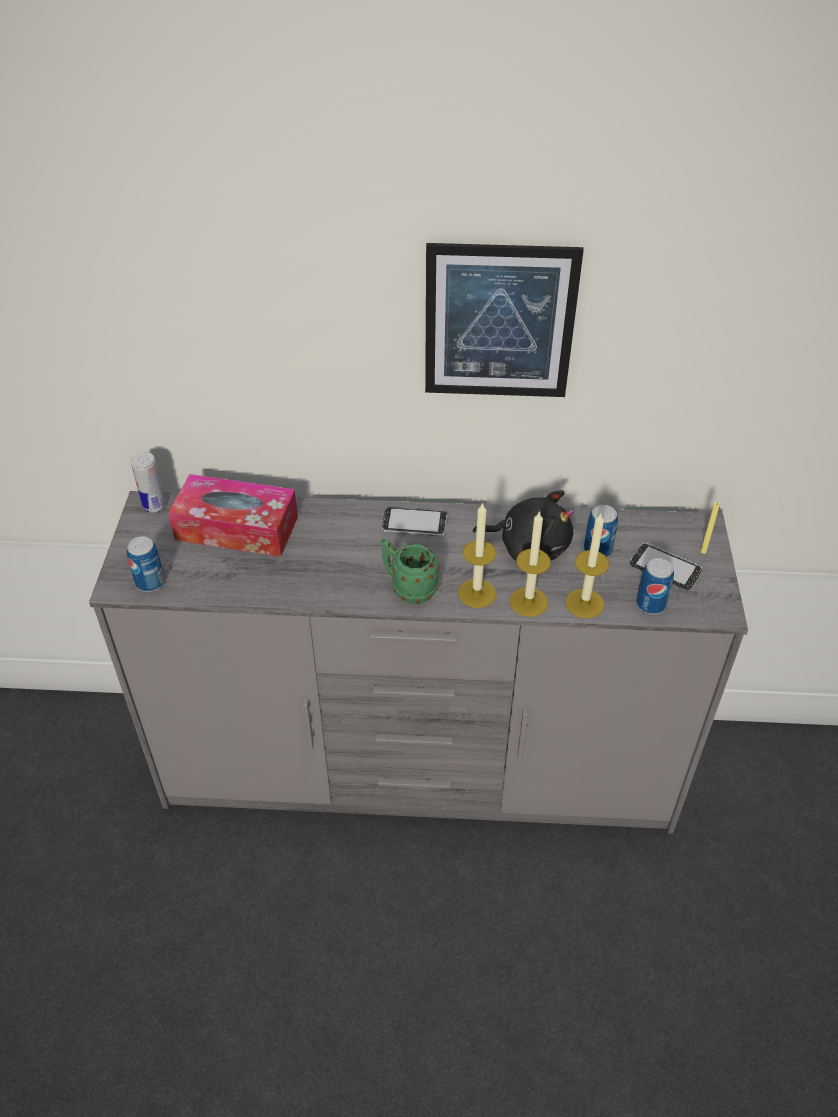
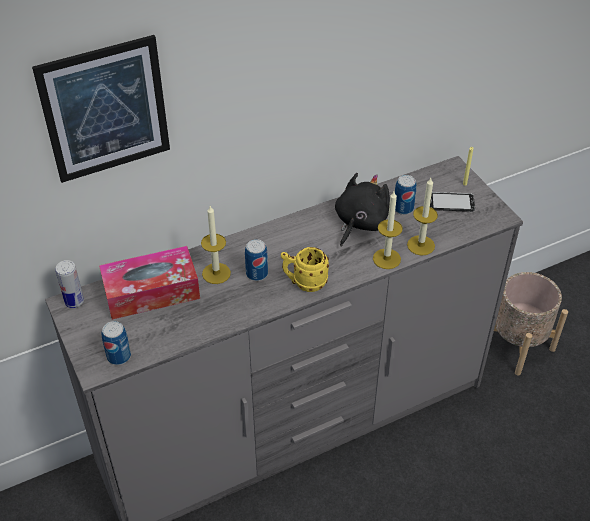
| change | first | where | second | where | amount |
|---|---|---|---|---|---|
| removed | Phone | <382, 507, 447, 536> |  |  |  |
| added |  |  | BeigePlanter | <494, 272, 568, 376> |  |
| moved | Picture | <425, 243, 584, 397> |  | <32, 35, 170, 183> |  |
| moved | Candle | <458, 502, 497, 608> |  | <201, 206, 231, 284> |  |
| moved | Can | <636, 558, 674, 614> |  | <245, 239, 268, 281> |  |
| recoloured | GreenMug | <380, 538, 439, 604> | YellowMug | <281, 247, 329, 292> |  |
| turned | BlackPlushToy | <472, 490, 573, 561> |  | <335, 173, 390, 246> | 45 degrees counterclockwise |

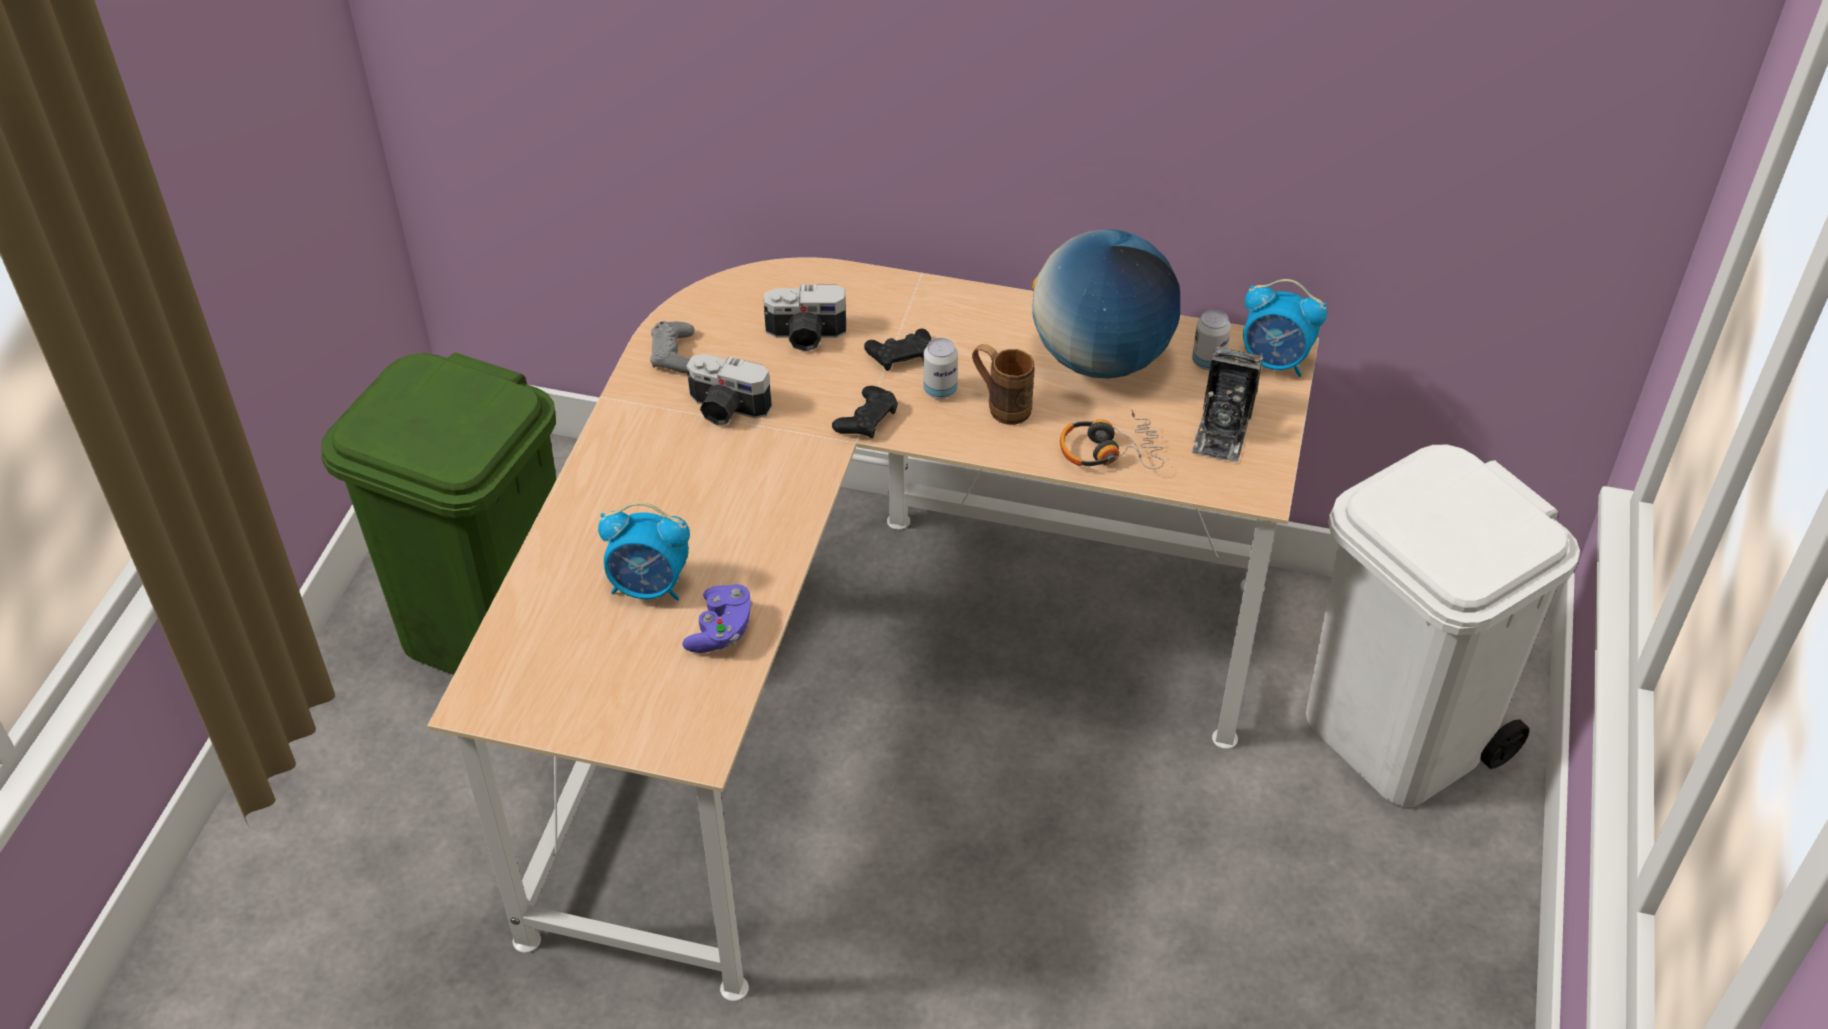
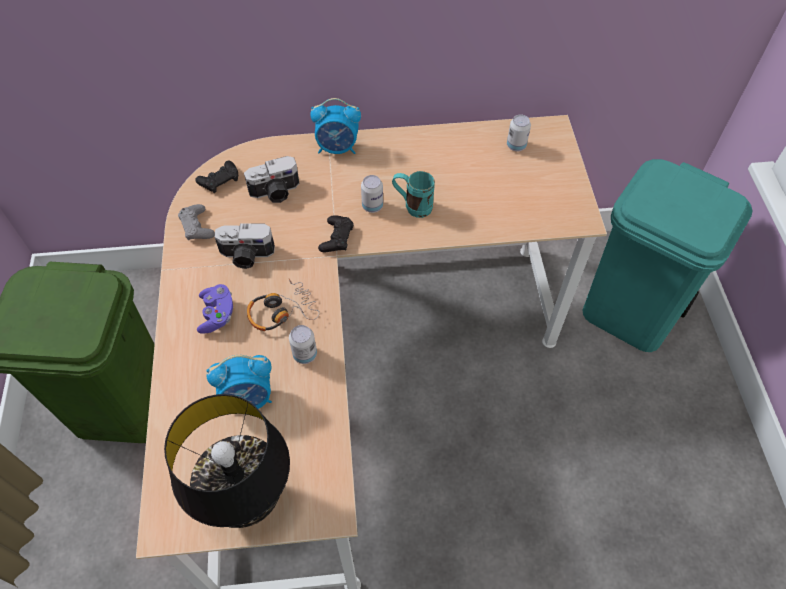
| change | first | where | second | where | amount |
|---|---|---|---|---|---|
| removed | Globe | <1032, 229, 1180, 379> |  |  |  |
| removed | PhotoCamera | <1191, 347, 1263, 462> |  |  |  |
| added |  |  | BlackTableLamp | <164, 394, 290, 528> |  |
| added |  |  | Can | <289, 325, 317, 364> |  |
| moved | PurpleGameController | <682, 584, 753, 653> |  | <197, 284, 233, 334> |  |
| moved | BlackGameController | <864, 329, 931, 371> |  | <195, 161, 238, 193> |  |
| moved | Headphones | <1060, 410, 1164, 469> |  | <247, 278, 320, 331> |  |
| moved | AlarmClock | <1243, 279, 1327, 377> |  | <310, 98, 361, 154> |  |
| recoloured | BrownMug | <972, 344, 1035, 425> | TurquoiseMug | <392, 171, 435, 218> |  |
| recoloured | WhiteTrashCan | <1306, 445, 1580, 806> | TurquoiseTrashCan | <583, 159, 753, 352> |  |

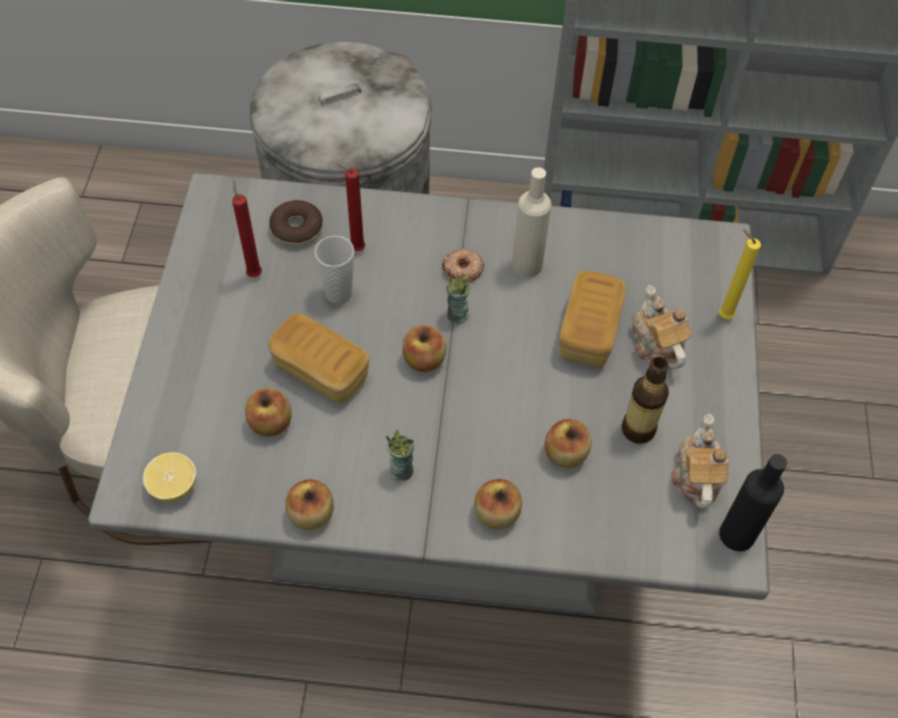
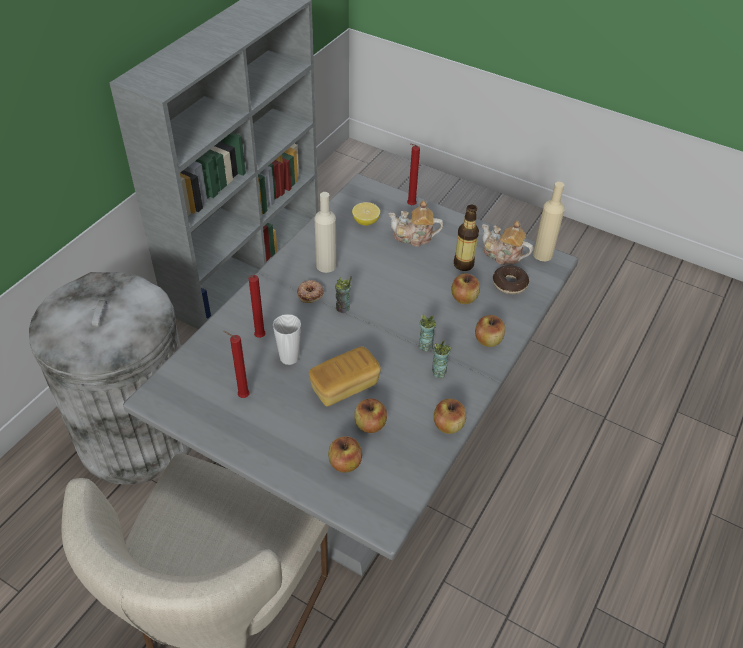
| change | first | where | second | where | amount |
|---|---|---|---|---|---|
| removed | Bread | <560, 271, 626, 367> |  |  |  |
| added |  |  | Cup | <419, 314, 436, 352> |  |
| moved | Lemon | <143, 452, 196, 502> |  | <352, 202, 380, 226> |  |
| moved | Donut | <269, 200, 323, 246> |  | <493, 265, 529, 294> |  |
| moved | Apple | <402, 325, 446, 372> |  | <328, 436, 362, 473> |  |
| recoloured | YellowCandle | <719, 229, 761, 319> | RedCandle | <407, 144, 420, 206> |  |
| recoloured | BlackBottle | <719, 454, 787, 551> | BeigeBottle | <533, 182, 565, 261> |  |

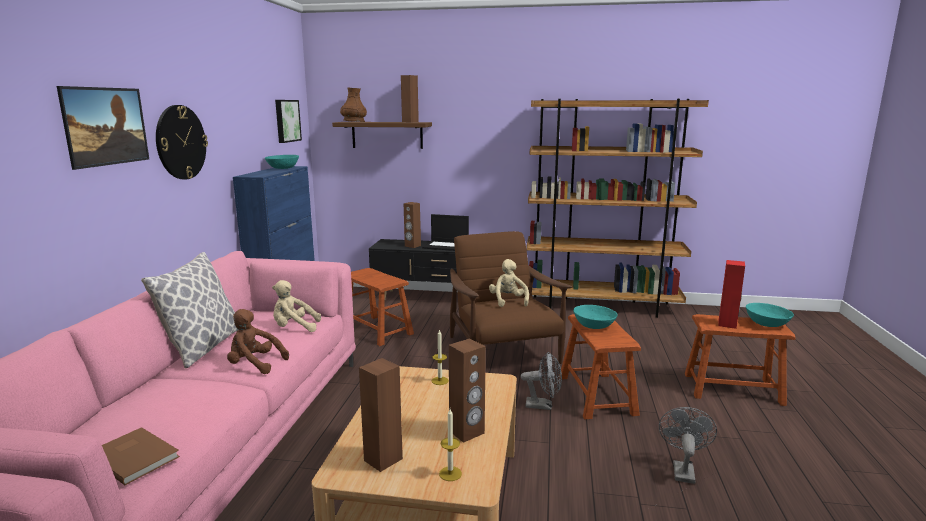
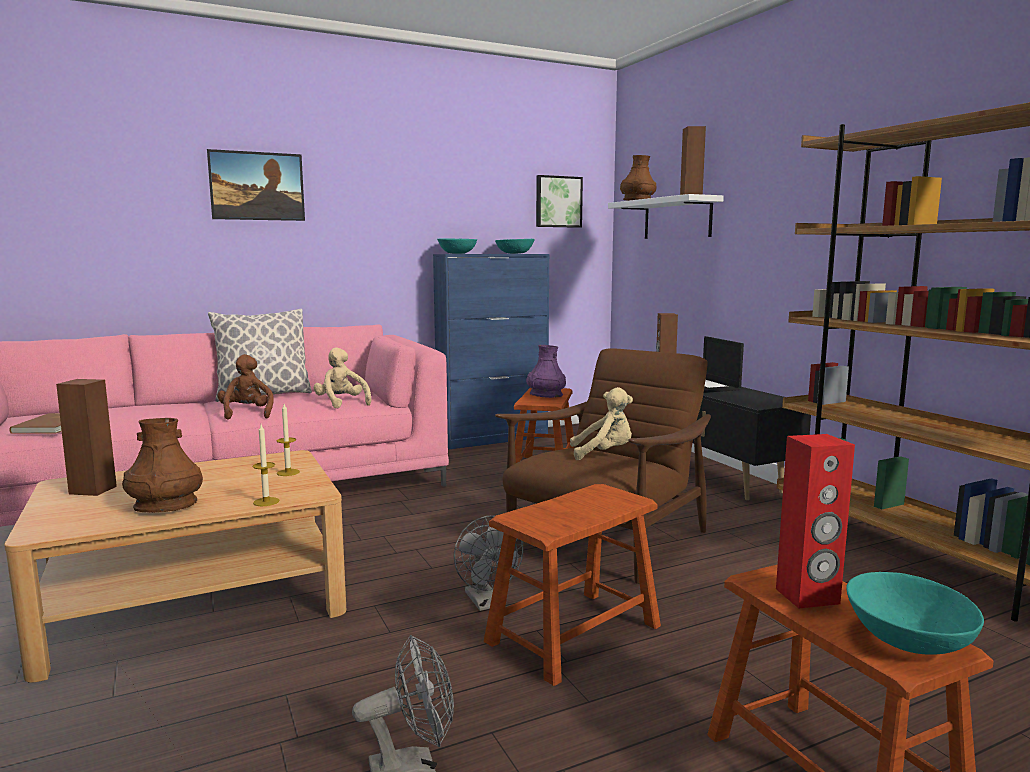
| change | first | where | second | where | amount |
|---|---|---|---|---|---|
| removed | WallClock | <156, 105, 208, 180> |  |  |  |
| added |  |  | PurpleVase | <526, 345, 566, 398> |  |
| moved | Candle | <439, 409, 462, 481> |  | <253, 425, 280, 506> |  |
| moved | TurquoiseBowl | <573, 305, 617, 329> |  | <437, 238, 477, 254> |  |
| replaced | BrownSpeaker | <449, 338, 486, 443> | BrownVase | <122, 418, 203, 513> |  |
| recoloured | BrownShelf | <332, 122, 432, 149> | WhiteShelf | <608, 194, 724, 239> |  |
| turned | BeigePlushToy | <489, 259, 529, 307> |  | <570, 387, 633, 460> | 45 degrees clockwise |

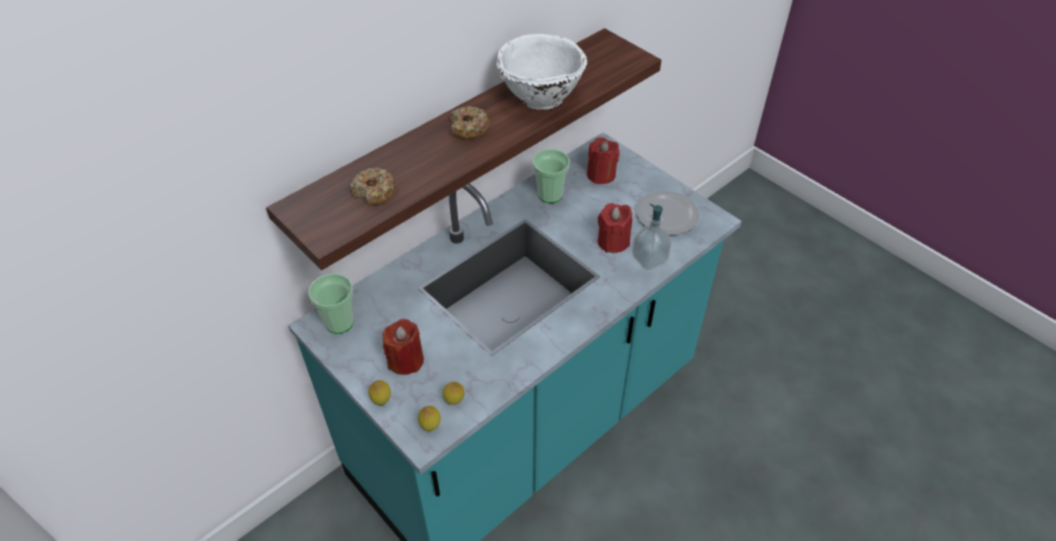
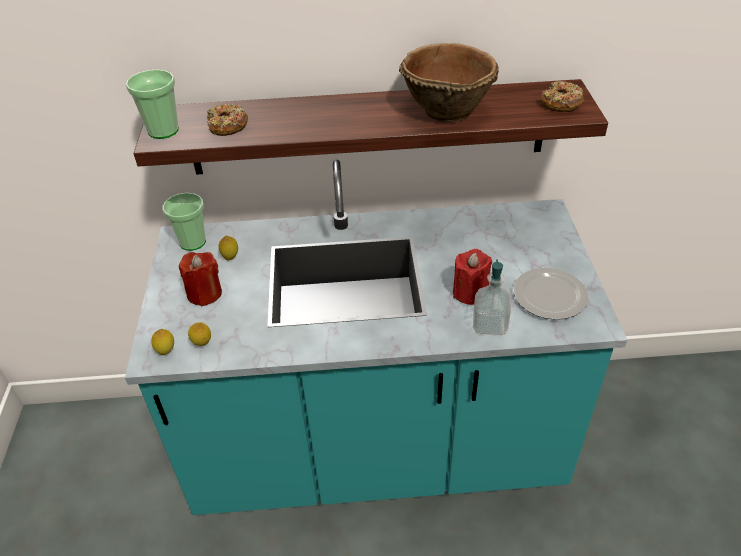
| change | first | where | second | where | amount |
|---|---|---|---|---|---|
| removed | RedCandle | <587, 137, 620, 184> |  |  |  |
| moved | Lemon | <368, 380, 391, 406> |  | <219, 236, 238, 260> |  |
| moved | Donut | <451, 106, 490, 139> |  | <541, 81, 584, 112> |  |
| moved | Cup | <533, 149, 570, 203> |  | <126, 70, 179, 139> |  |
| recoloured | WhiteBowl | <496, 34, 587, 110> | BrownBowl | <399, 43, 499, 122> |  |

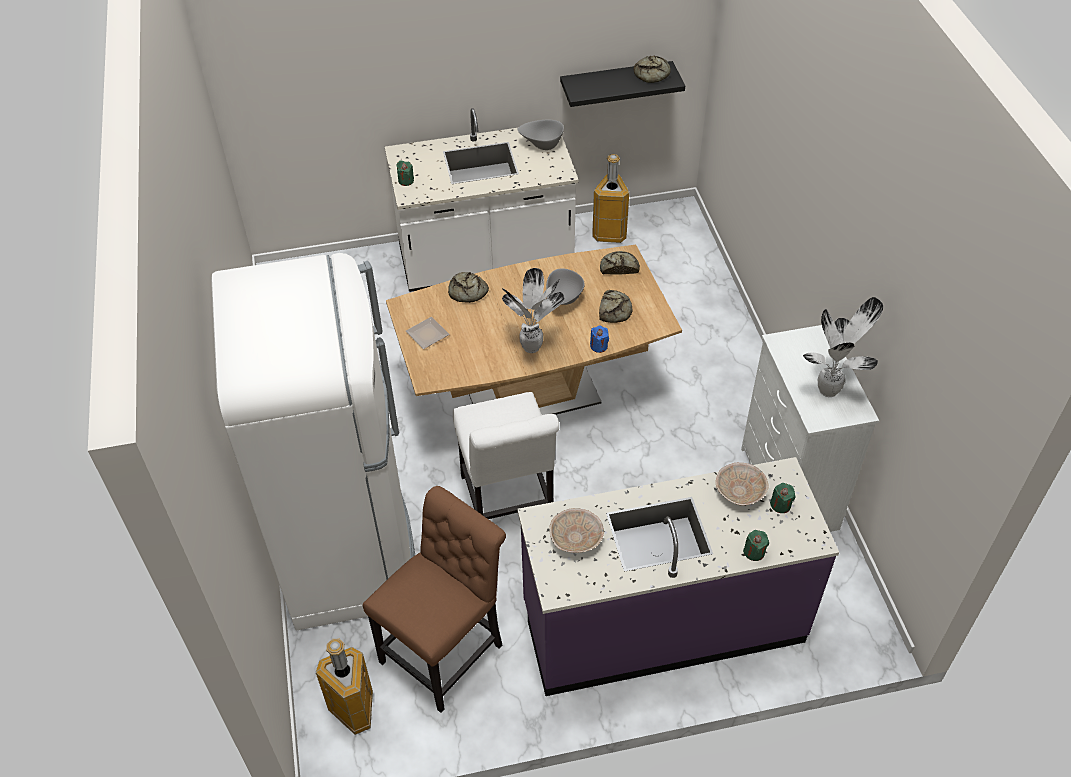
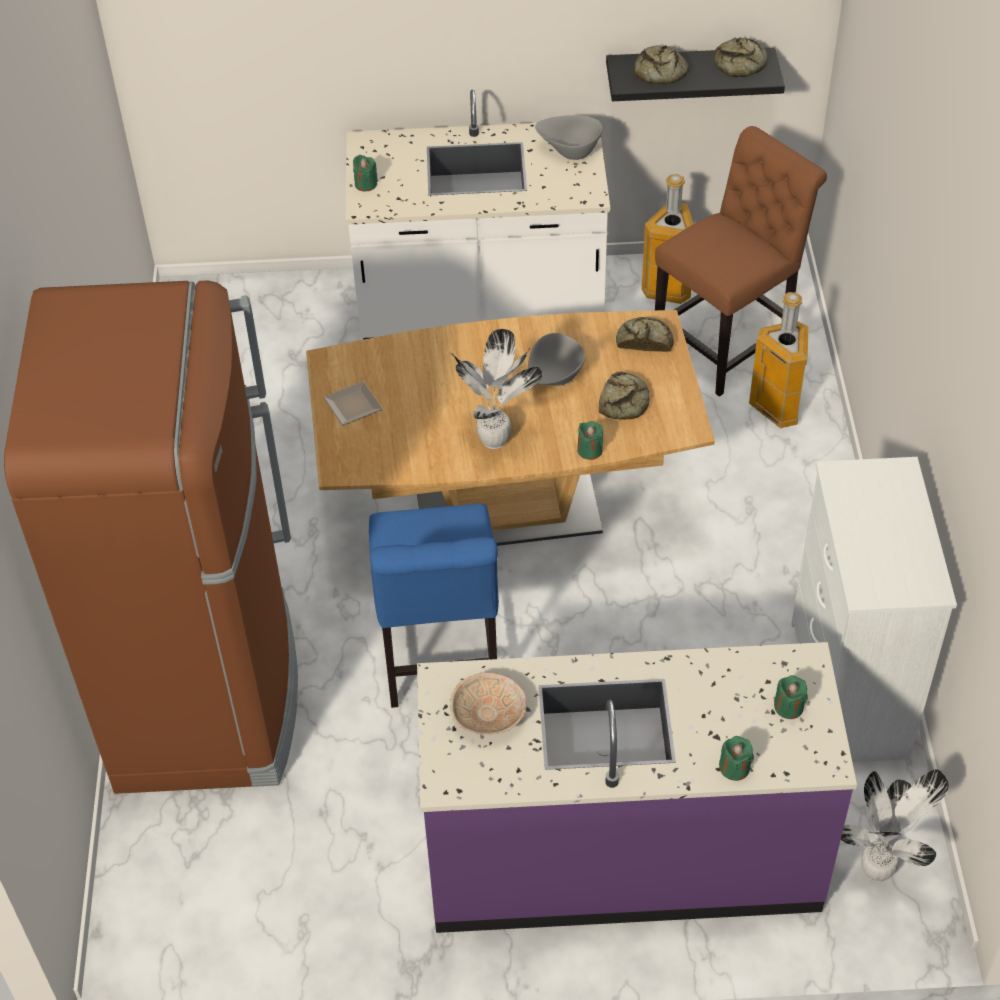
| change | first | where | second | where | amount |
|---|---|---|---|---|---|
| removed | BeigeBowl | <716, 463, 769, 505> |  |  |  |
| moved | TrashCan | <316, 639, 373, 735> |  | <749, 292, 808, 428> |  |
| moved | BrownChair | <363, 486, 506, 713> |  | <655, 126, 827, 397> |  |
| moved | Bread | <448, 272, 489, 303> |  | <634, 45, 689, 84> |  |
| moved | PottedPlant | <803, 297, 883, 397> |  | <841, 769, 949, 882> |  |
| recoloured | WhiteFridge | <211, 253, 415, 630> | BrownFridge | <4, 280, 298, 794> |  |
| recoloured | WhiteChair | <453, 392, 559, 519> | BlueChair | <369, 504, 499, 708> |  |
| recoloured | BlueCandle | <590, 326, 609, 353> | GreenCandle | <577, 421, 603, 460> |  |

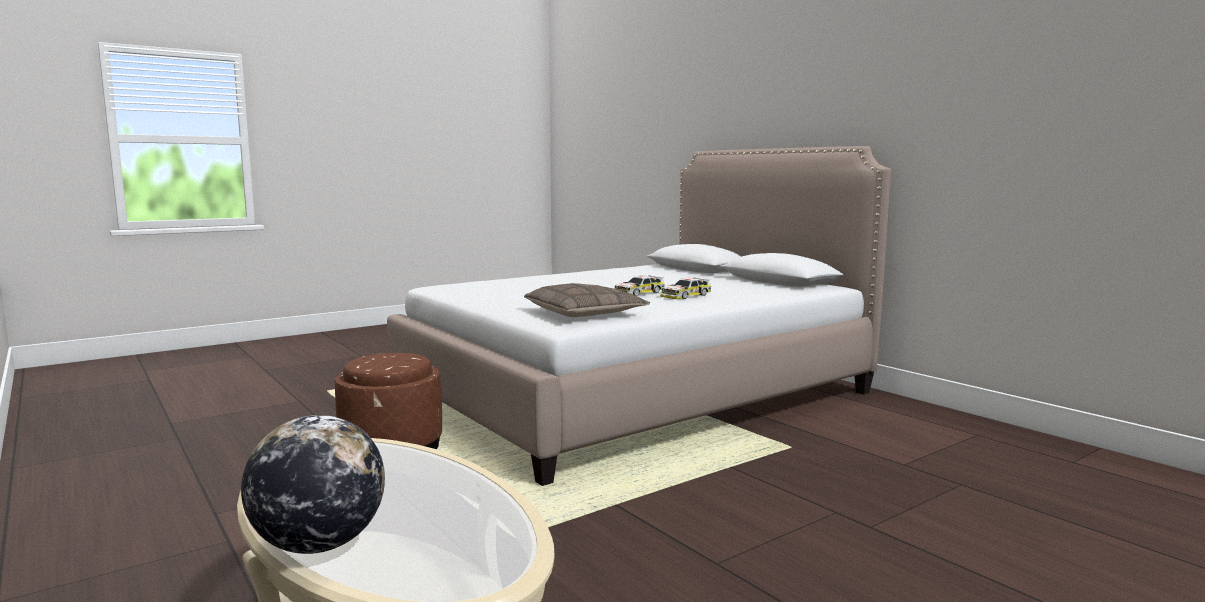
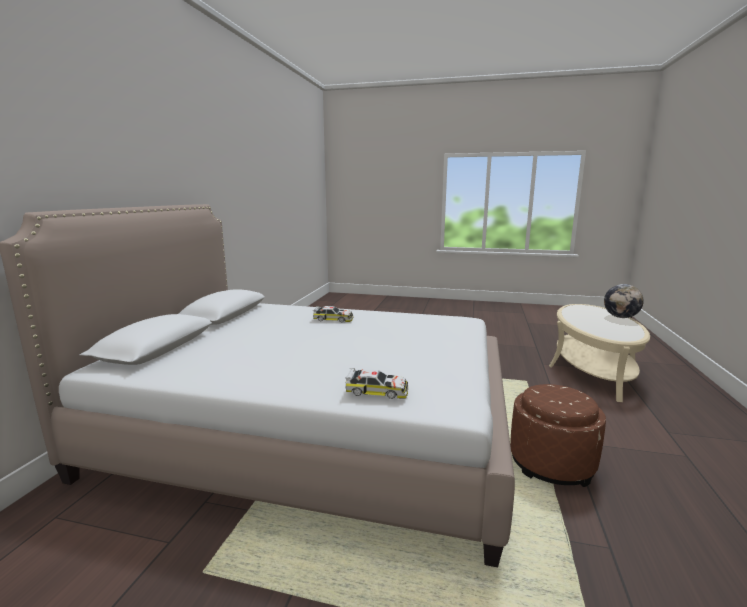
| change | first | where | second | where | amount |
|---|---|---|---|---|---|
| removed | Pillow | <524, 283, 650, 317> |  |  |  |
| moved | ToyCar | <614, 275, 665, 296> |  | <344, 368, 408, 399> |  |

